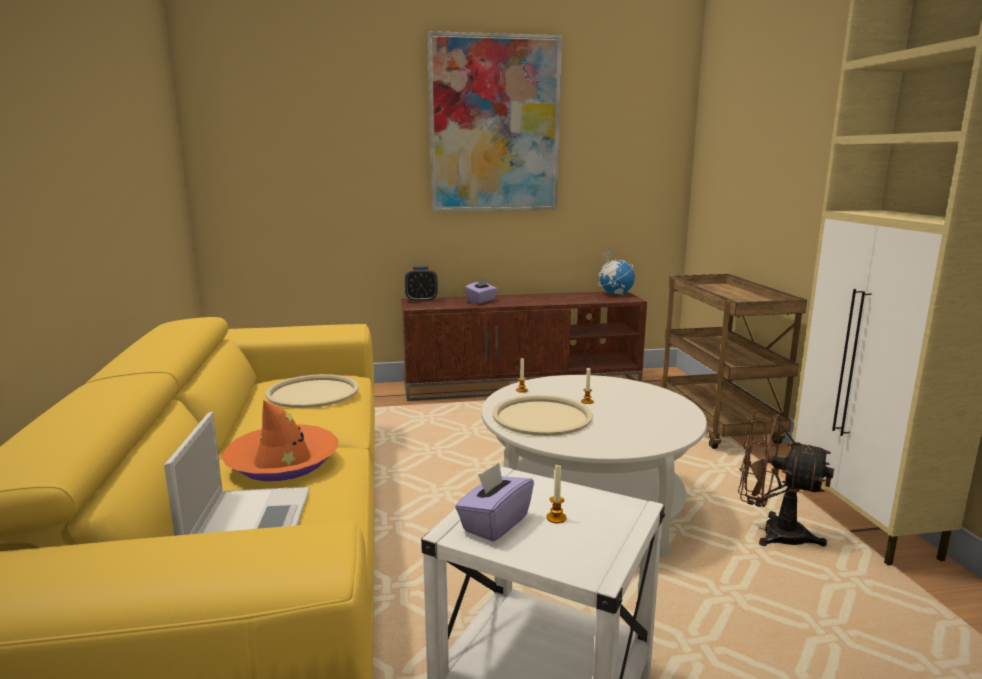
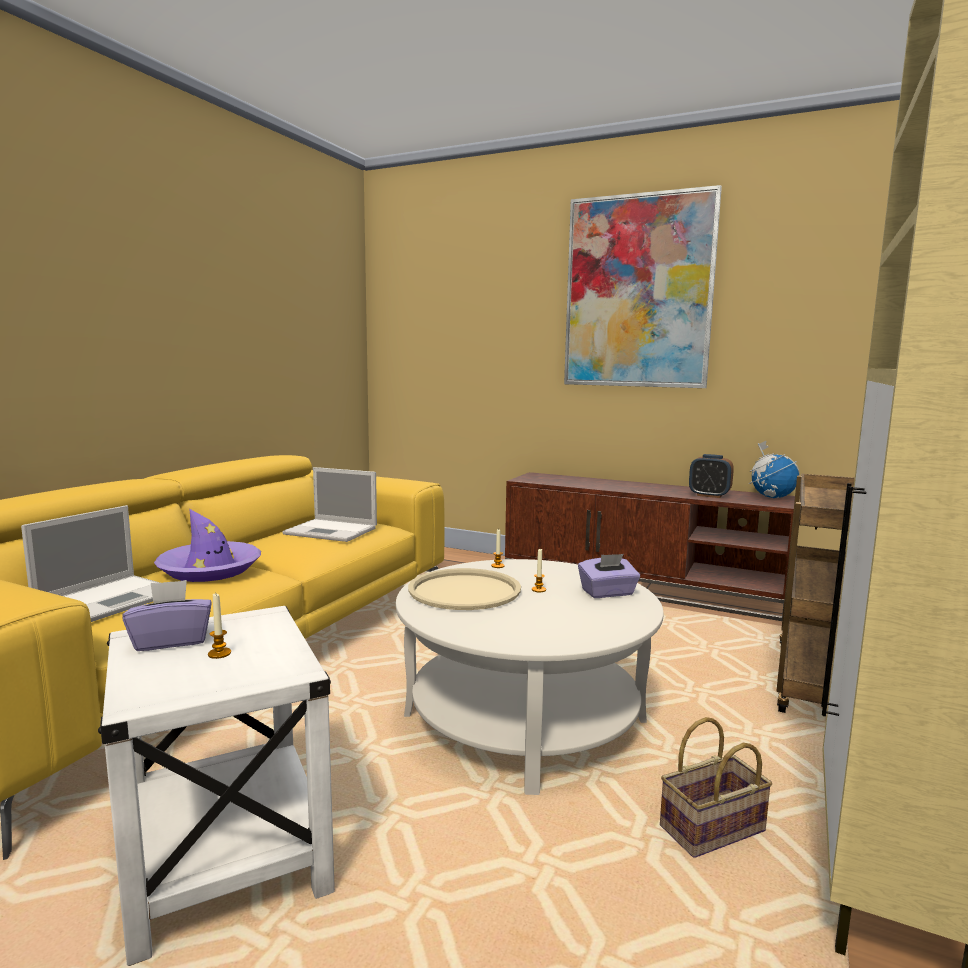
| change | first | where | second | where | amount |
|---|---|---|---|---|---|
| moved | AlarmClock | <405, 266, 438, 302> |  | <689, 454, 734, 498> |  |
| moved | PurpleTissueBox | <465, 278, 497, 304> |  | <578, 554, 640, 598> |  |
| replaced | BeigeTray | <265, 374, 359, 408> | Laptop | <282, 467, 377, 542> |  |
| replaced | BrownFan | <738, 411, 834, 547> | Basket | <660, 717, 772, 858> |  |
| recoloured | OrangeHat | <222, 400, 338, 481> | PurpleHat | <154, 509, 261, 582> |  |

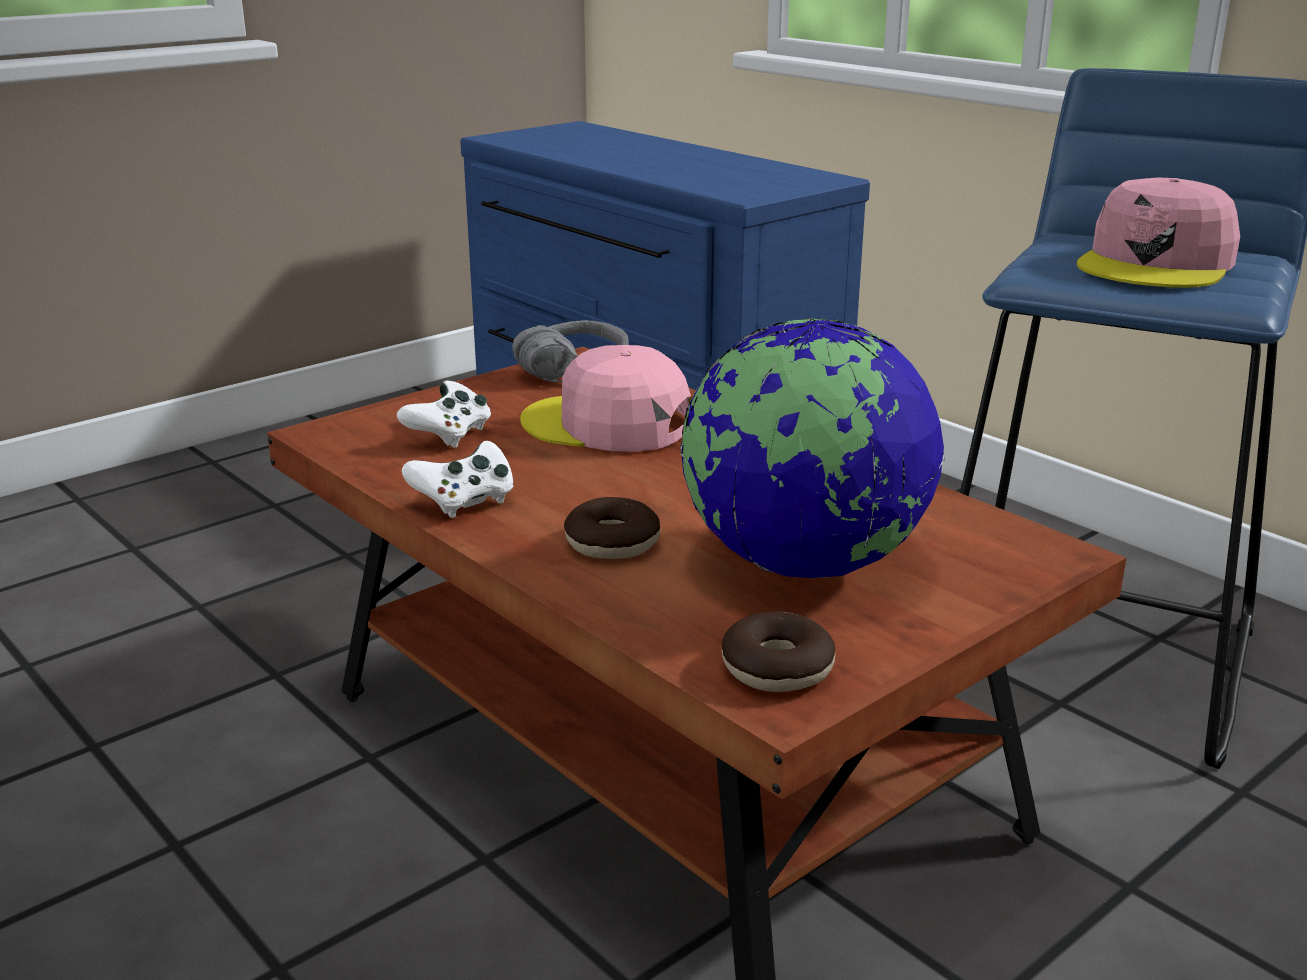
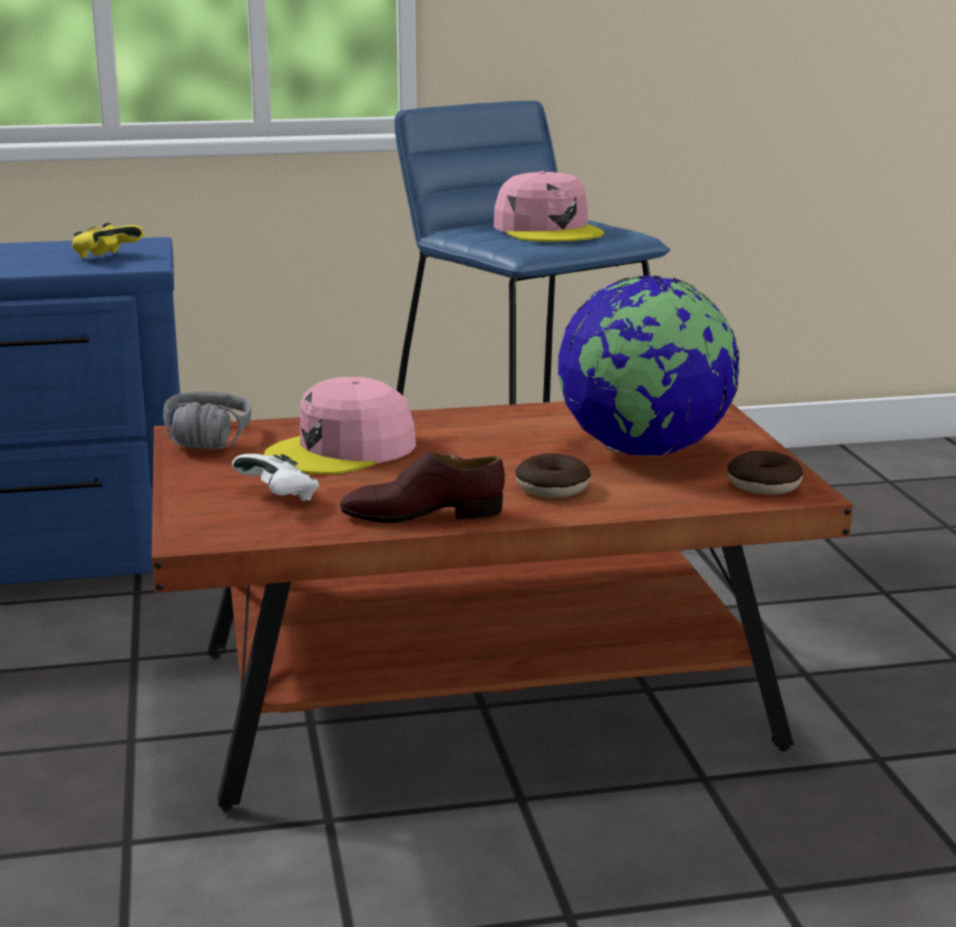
| change | first | where | second | where | amount |
|---|---|---|---|---|---|
| added |  |  | YellowGameController | <72, 223, 144, 258> |  |
| replaced | WhiteGameController | <402, 441, 513, 518> | BrownShoe | <340, 451, 505, 523> |  |

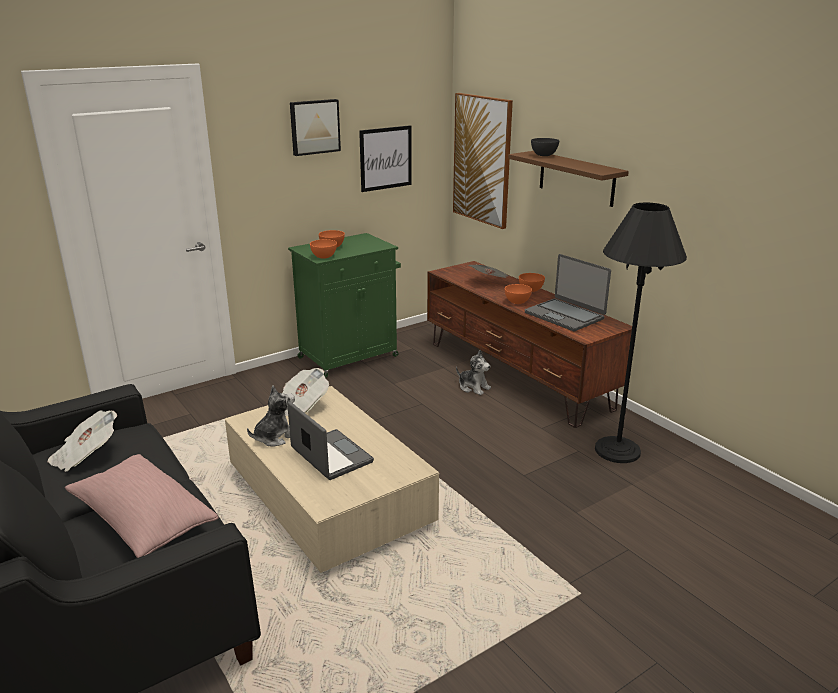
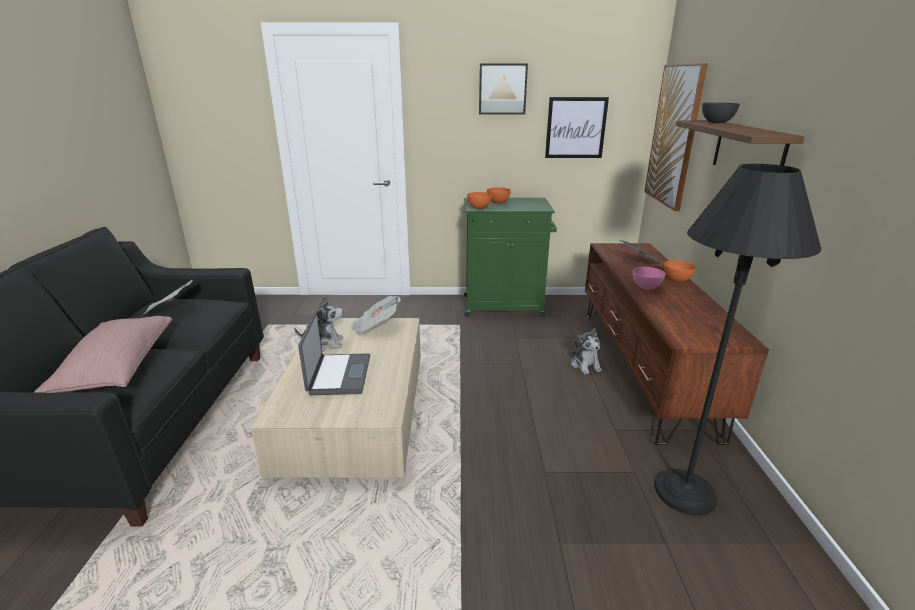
| change | first | where | second | where | amount |
|---|---|---|---|---|---|
| removed | Laptop | <525, 254, 611, 331> |  |  |  |
| recoloured | OrangeBowl | <505, 284, 532, 304> | PinkBowl | <633, 267, 665, 289> |  |

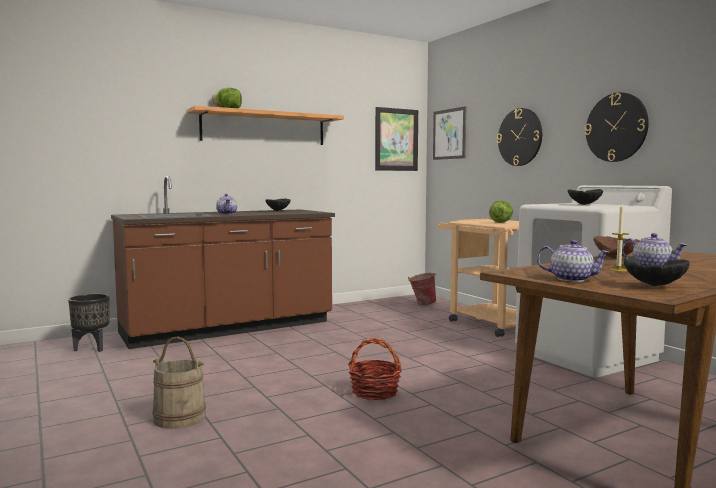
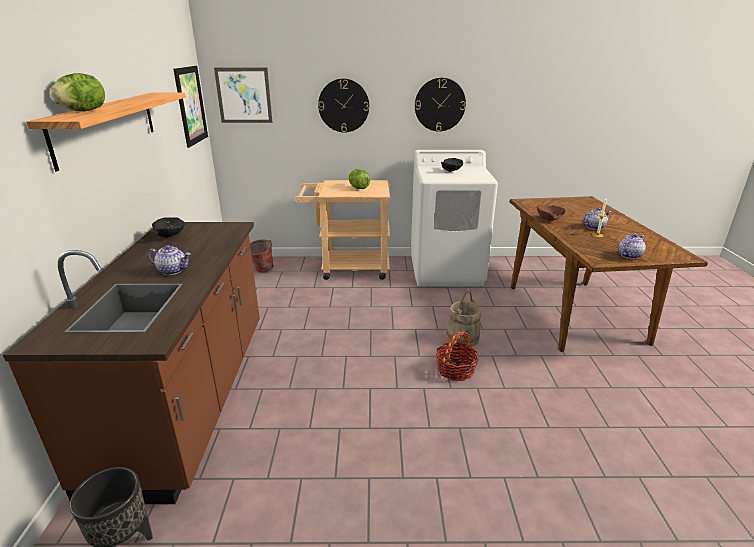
| change | first | where | second | where | amount |
|---|---|---|---|---|---|
| removed | BlackBowl | <624, 256, 690, 286> |  |  |  |
| moved | BeigeBucket | <152, 336, 206, 429> |  | <446, 291, 481, 347> |  |

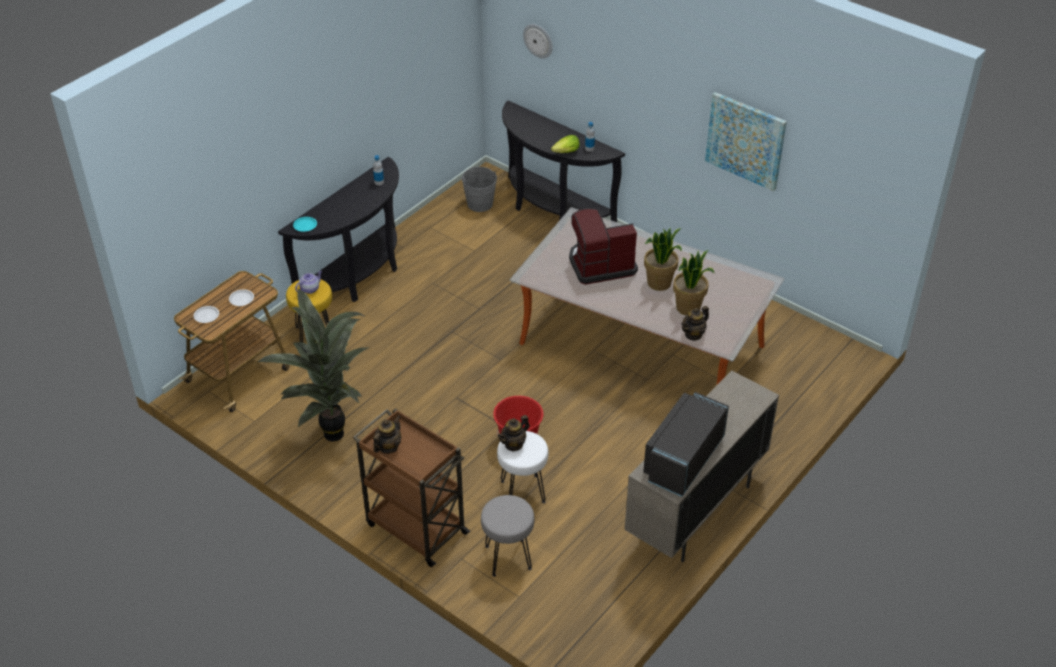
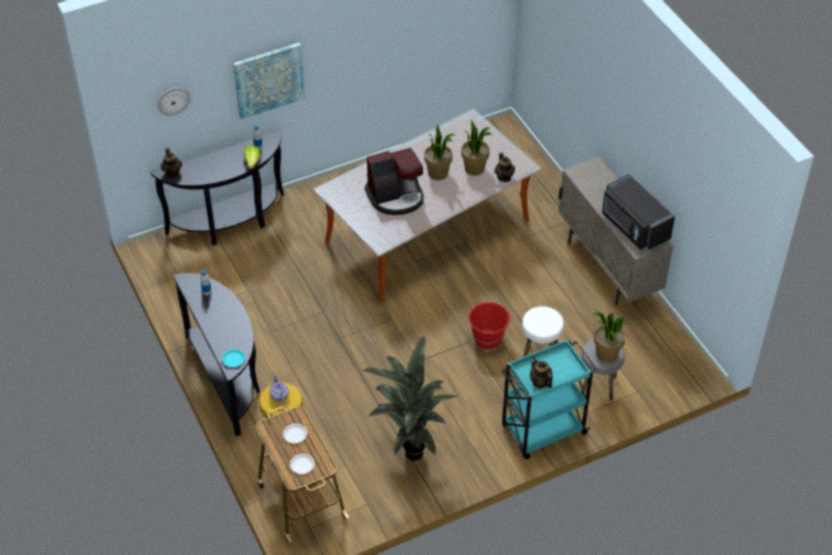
| change | first | where | second | where | amount |
|---|---|---|---|---|---|
| removed | GreyBucket | <462, 167, 497, 212> |  |  |  |
| added |  |  | PottedPlant | <593, 312, 630, 362> |  |
| moved | Teapot | <498, 415, 530, 452> |  | <161, 148, 182, 178> |  |
| moved | Picture | <705, 92, 787, 191> |  | <233, 43, 305, 119> |  |
| recoloured | BrownCart | <353, 408, 470, 567> | TurquoiseCart | <501, 339, 597, 459> |  |
| turned | CoffeeMachine | <569, 208, 638, 285> |  | <365, 148, 424, 215> | 120 degrees counterclockwise |

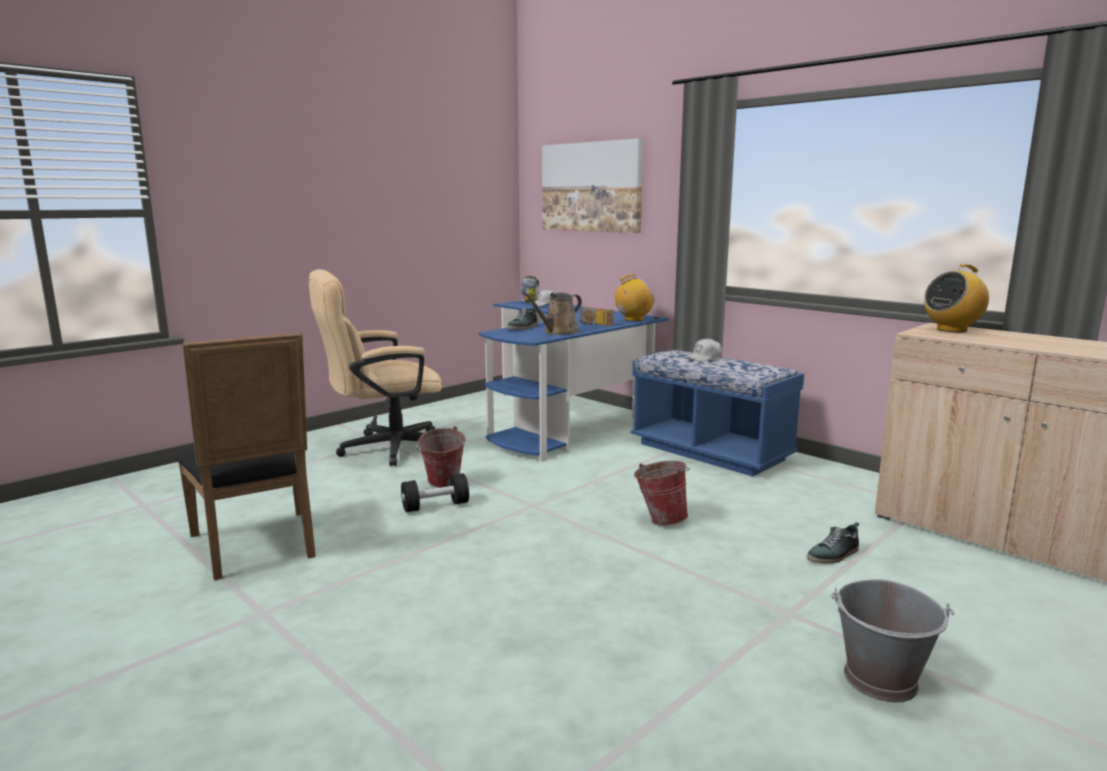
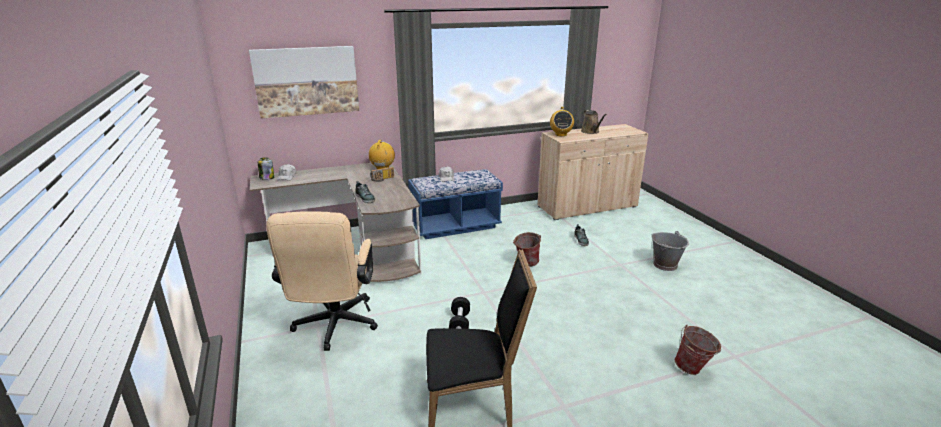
| change | first | where | second | where | amount |
|---|---|---|---|---|---|
| moved | Bucket | <416, 426, 465, 488> |  | <675, 325, 721, 375> |  |
| moved | BrownWateringCan | <523, 292, 582, 335> |  | <581, 110, 607, 134> |  |
| recoloured | BlueDesk | <479, 301, 668, 461> | BrownDesk | <250, 163, 422, 282> |  |

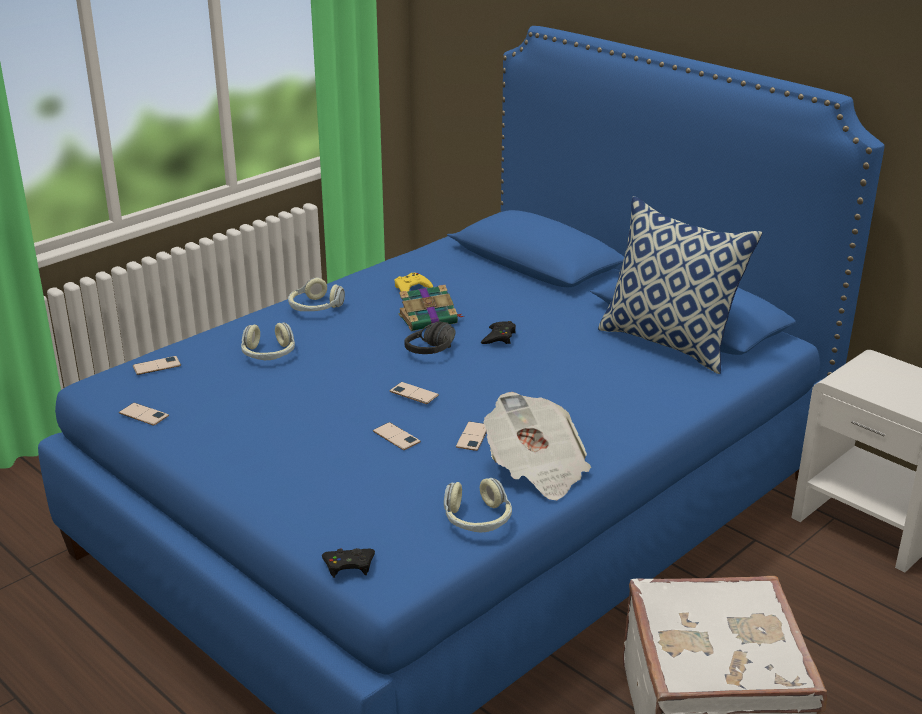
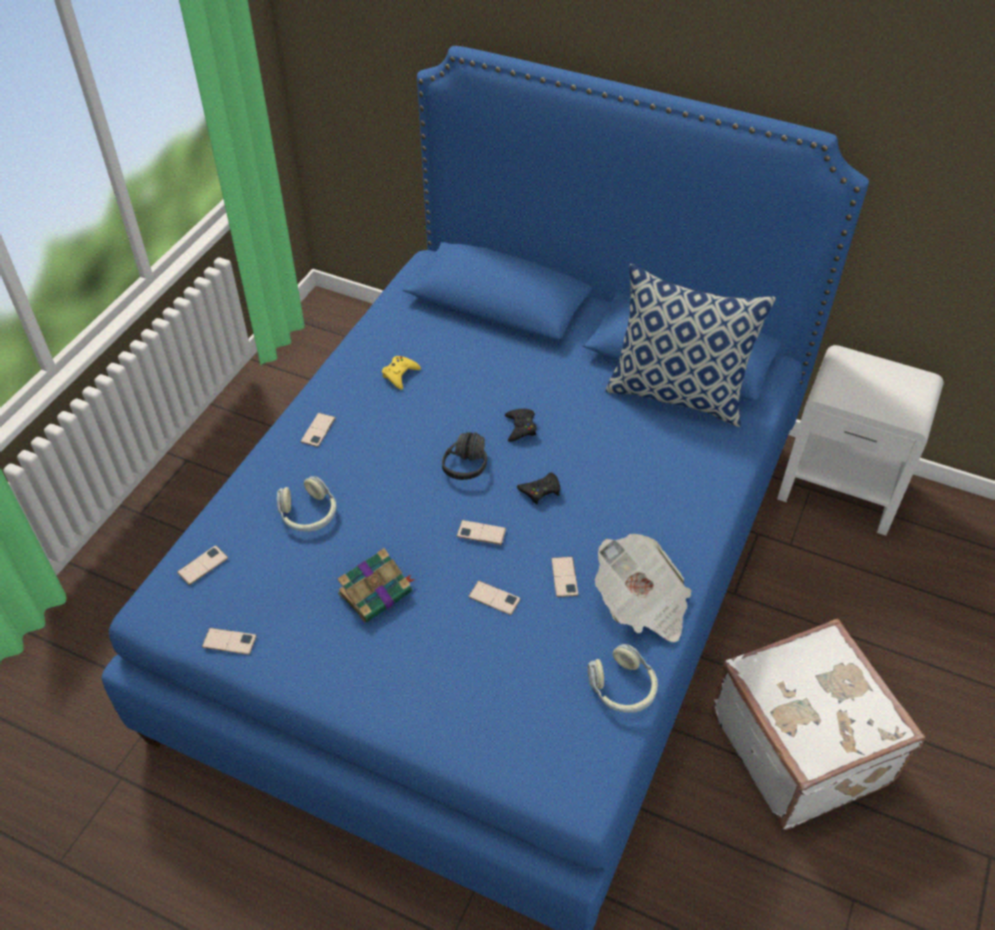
| change | first | where | second | where | amount |
|---|---|---|---|---|---|
| moved | BlackGameController | <322, 548, 375, 578> |  | <517, 473, 561, 505> |  |
| moved | Book | <399, 285, 464, 331> |  | <337, 548, 415, 623> |  |
| replaced | Headphones | <288, 277, 345, 311> | Phone | <300, 413, 336, 447> |  |

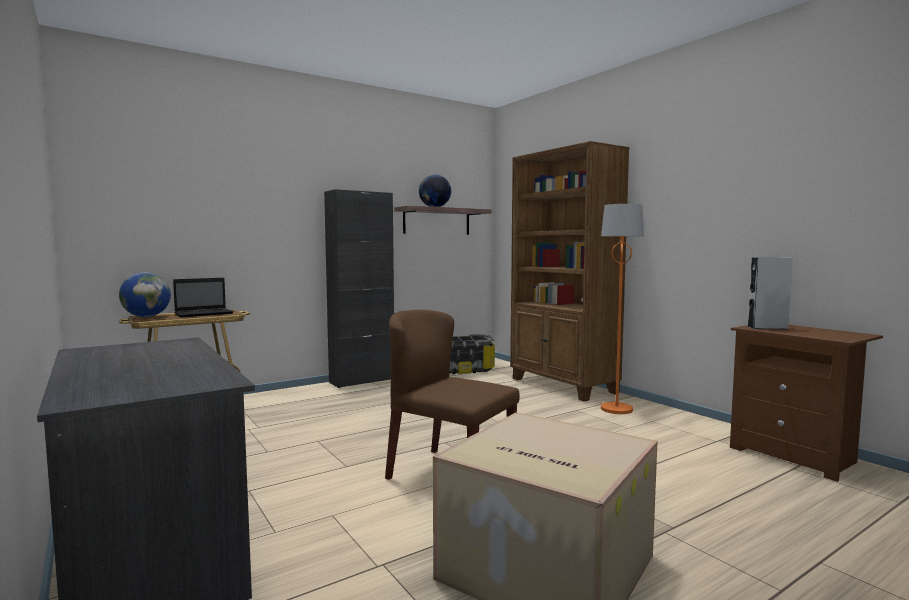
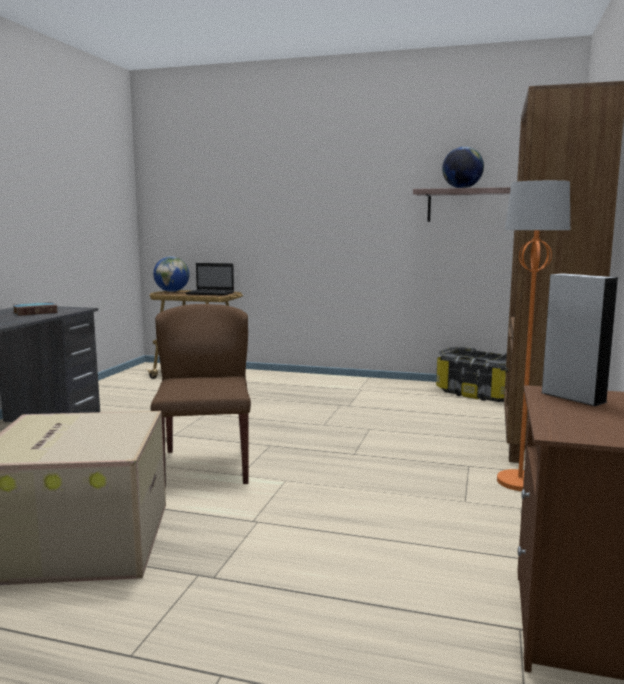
| change | first | where | second | where | amount |
|---|---|---|---|---|---|
| removed | BlackCabinet | <324, 189, 394, 388> |  |  |  |
| added |  |  | Book | <13, 302, 57, 316> |  |

